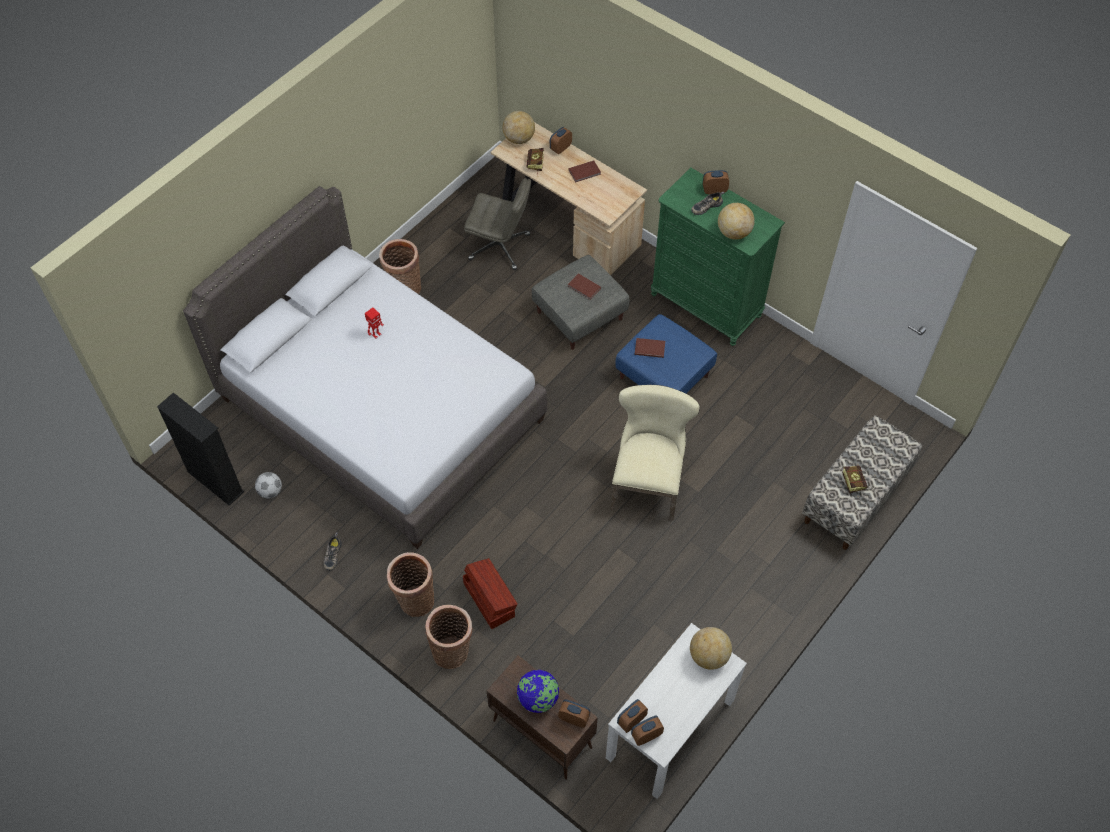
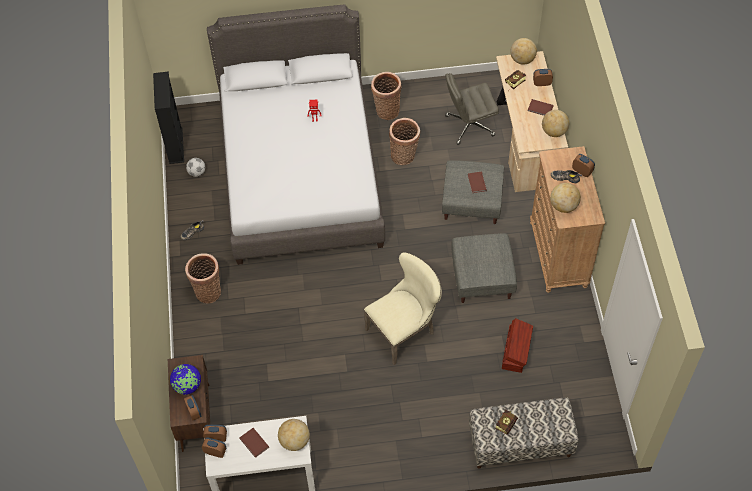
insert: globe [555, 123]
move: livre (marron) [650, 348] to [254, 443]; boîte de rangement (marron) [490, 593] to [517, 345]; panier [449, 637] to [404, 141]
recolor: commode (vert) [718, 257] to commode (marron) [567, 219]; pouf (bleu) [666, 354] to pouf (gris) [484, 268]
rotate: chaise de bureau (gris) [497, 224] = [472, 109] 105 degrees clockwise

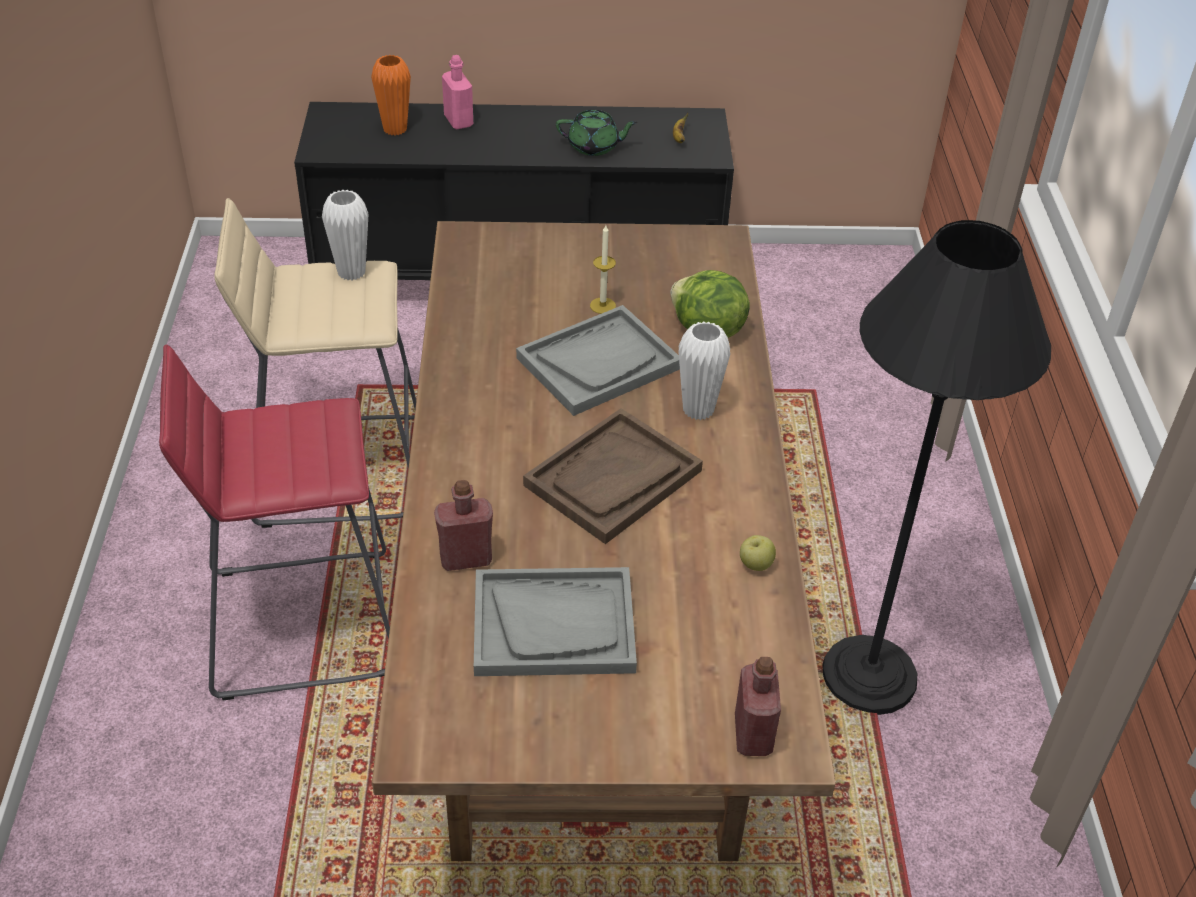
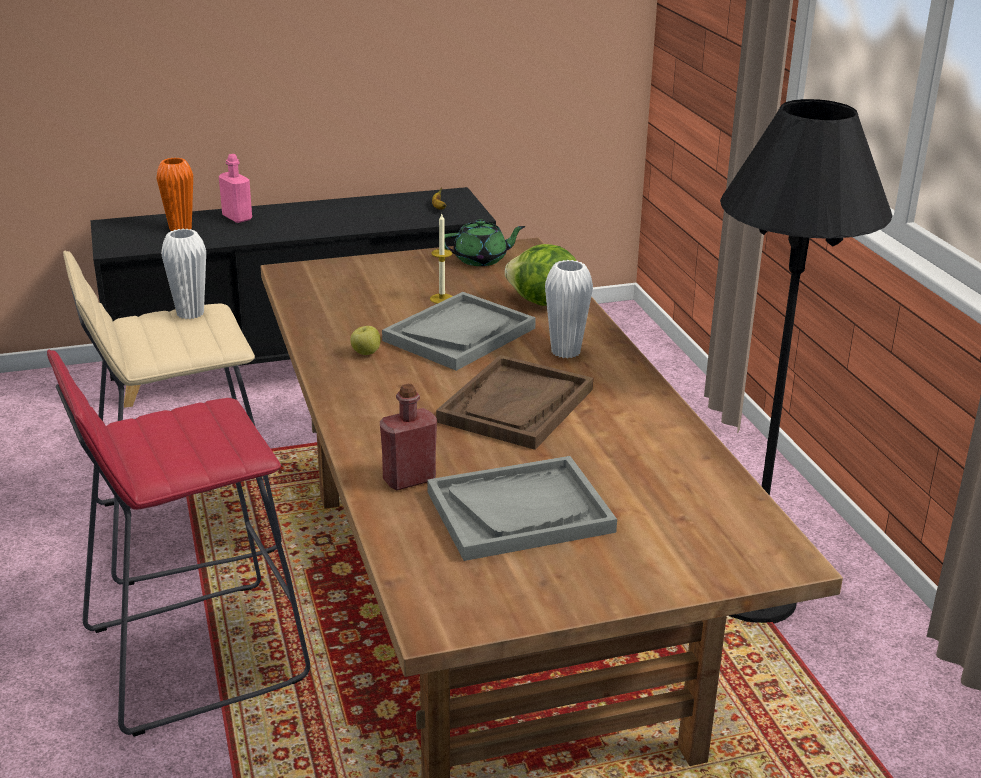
delete: bouteille (rouge) [758, 706]
move: théière (vert) [597, 133] to [484, 242]; pomme [758, 553] to [365, 340]

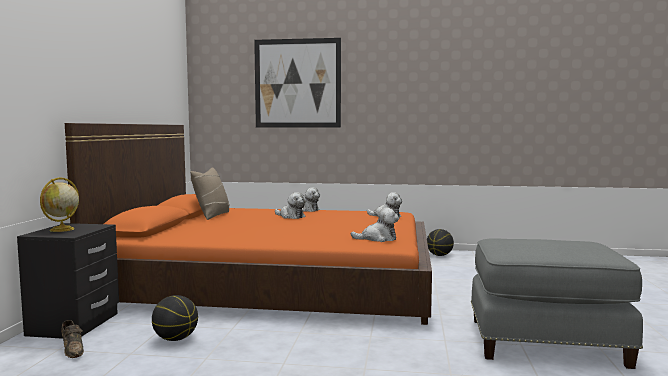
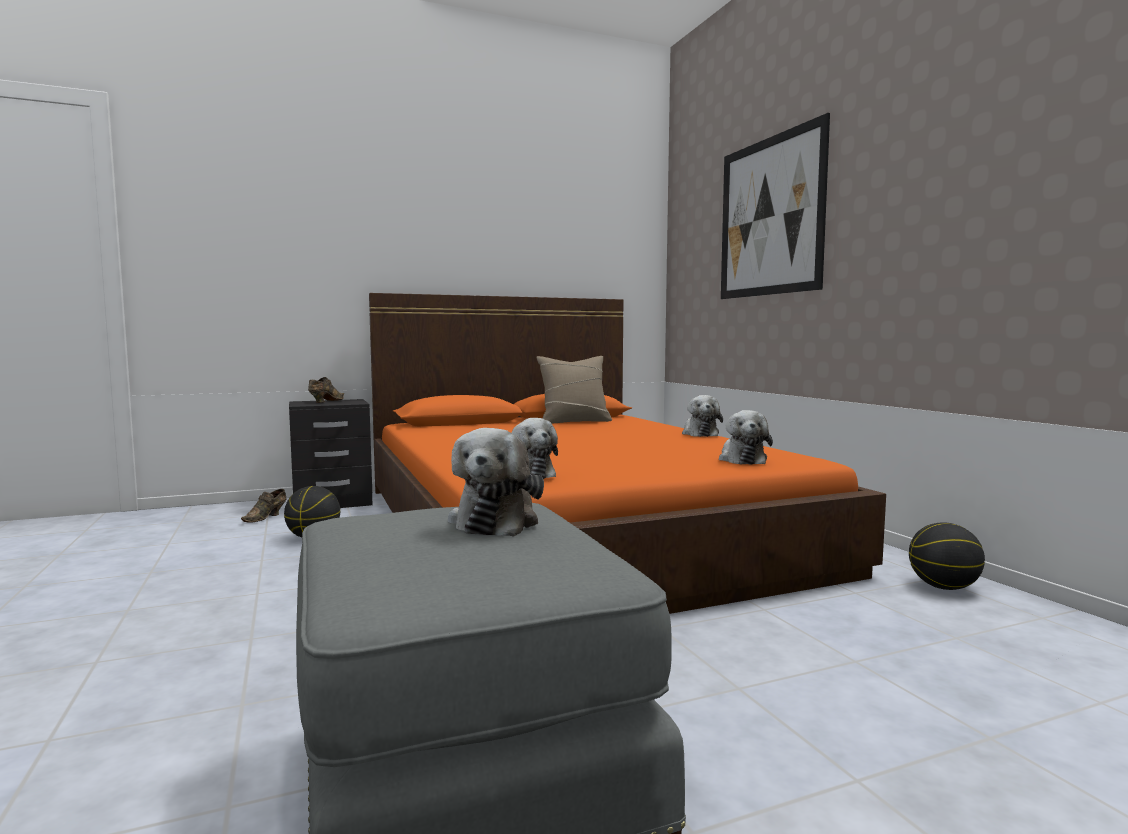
move: peluche [290, 205] to [496, 482]
replace: globe [59, 204] to chaussure (marron) [326, 390]

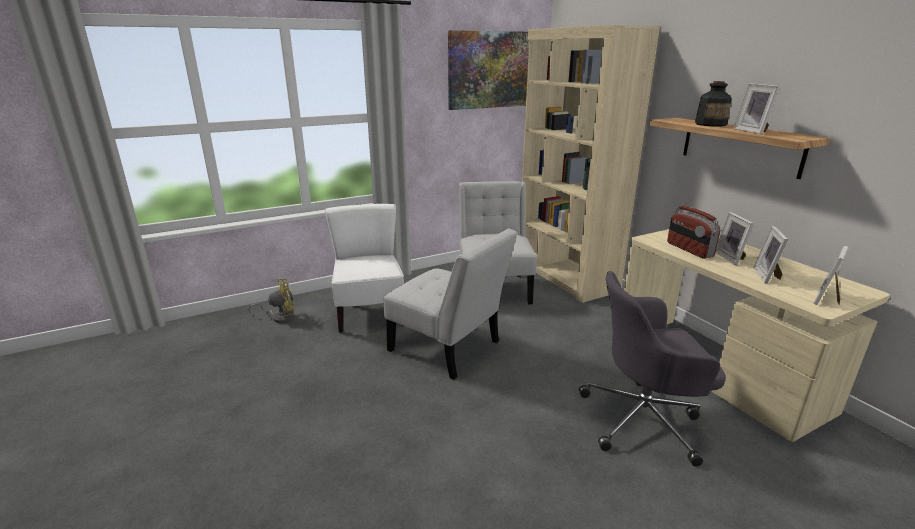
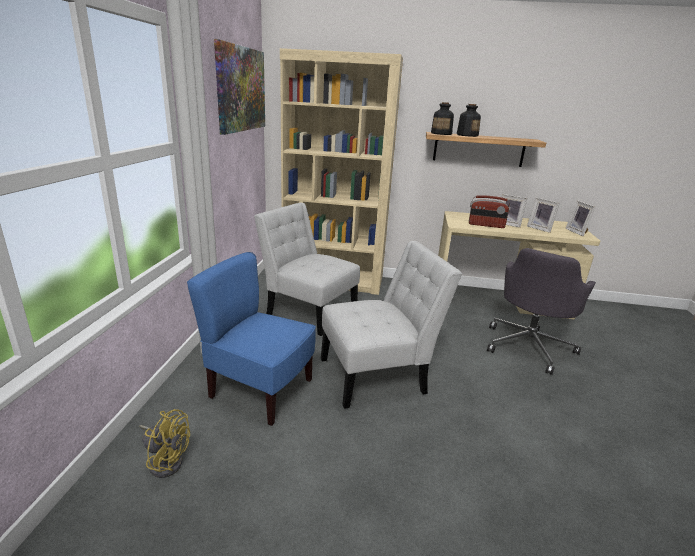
delete: cadre photo [756, 109]
insert: bouteille [442, 118]
recolor: chaise (blanc) [364, 268] to chaise (bleu) [251, 339]
rotate: ventilateur (jaune) [271, 300] = [164, 443] 90 degrees clockwise

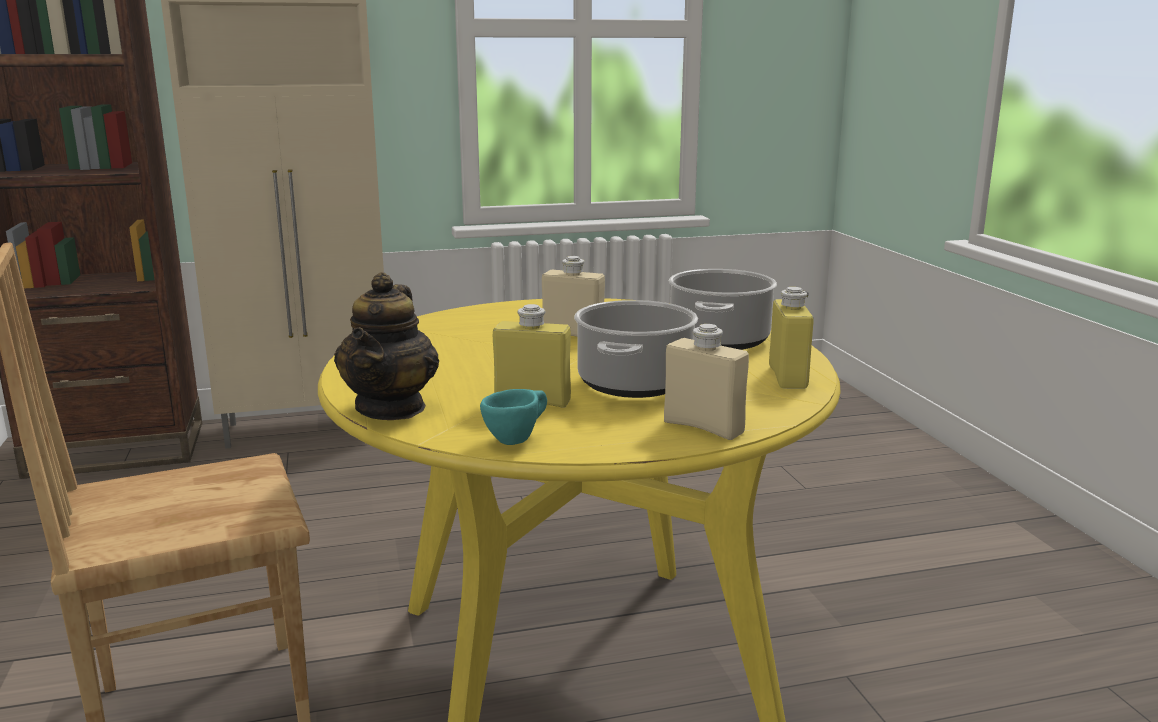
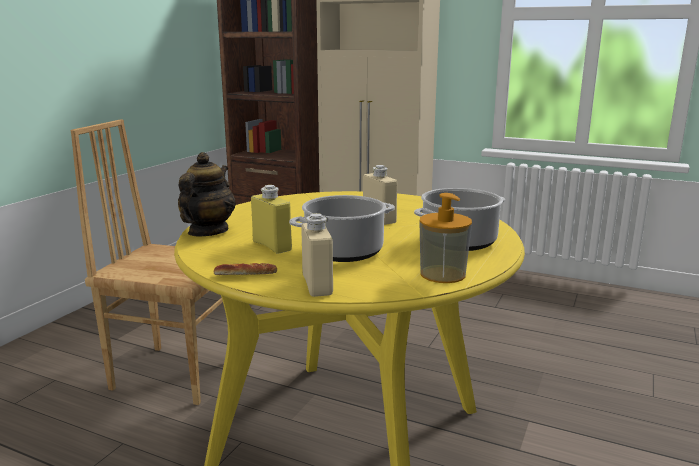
delete: tasse (turquoise) [513, 417]
insert: pain [245, 269]
replace: bouteille (jaune) [791, 338] to distributeur de savon [445, 238]
rotate: théière [386, 346] = [207, 194] 150 degrees clockwise

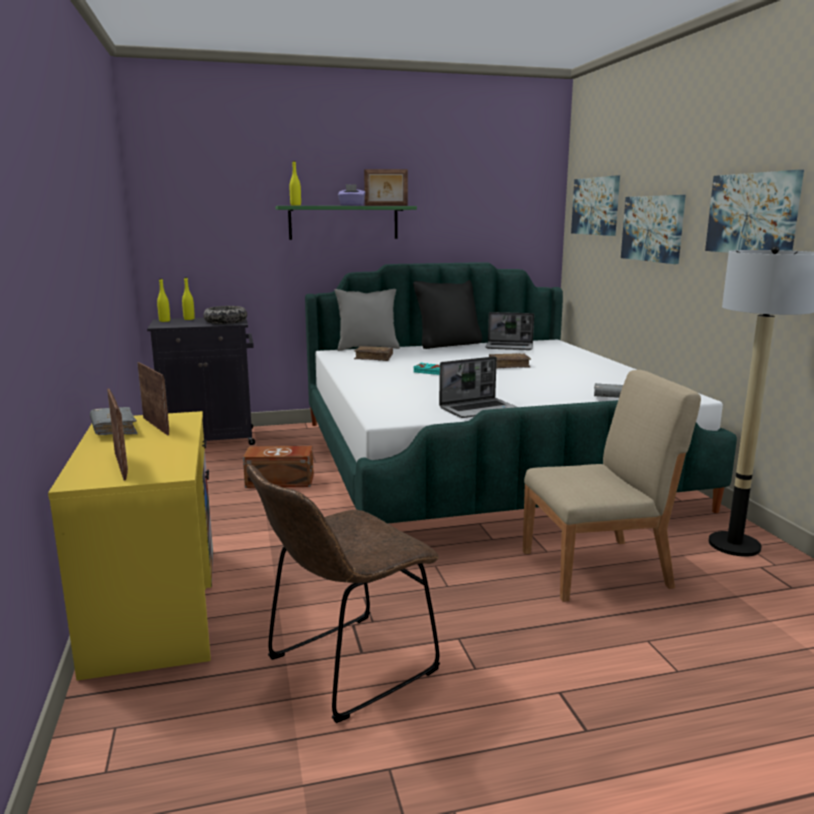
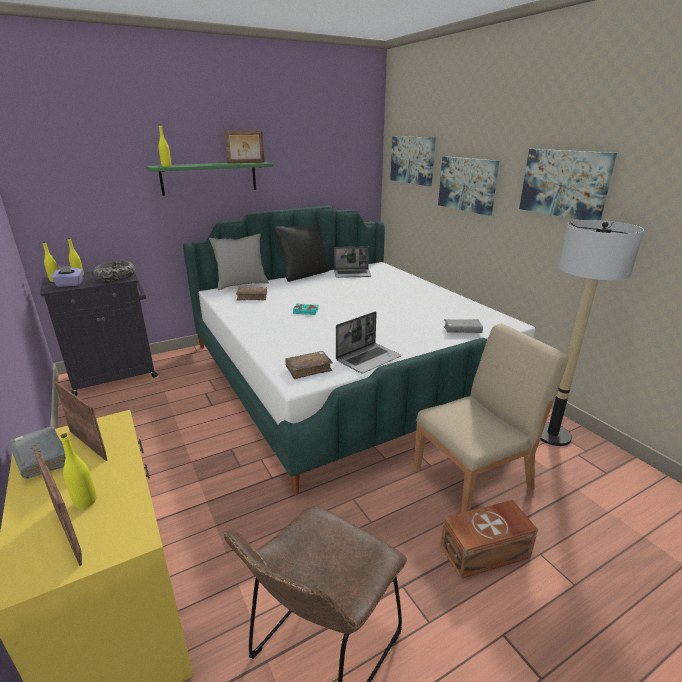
insert: bouteille (jaune) [78, 471]
move: boîte à mouchoirs (violet) [351, 195] to [67, 276]; livre (marron) [510, 360] to [309, 365]; boîte de rangement (marron) [278, 467] to [489, 539]

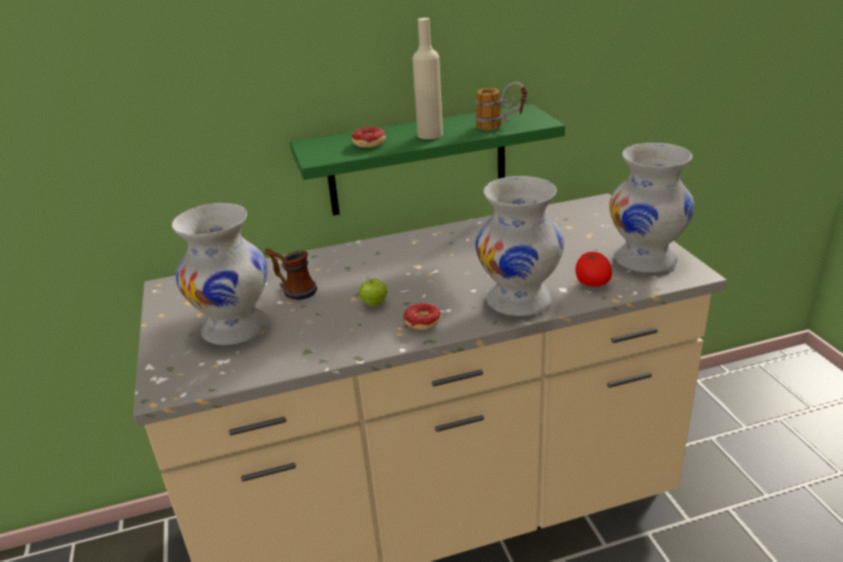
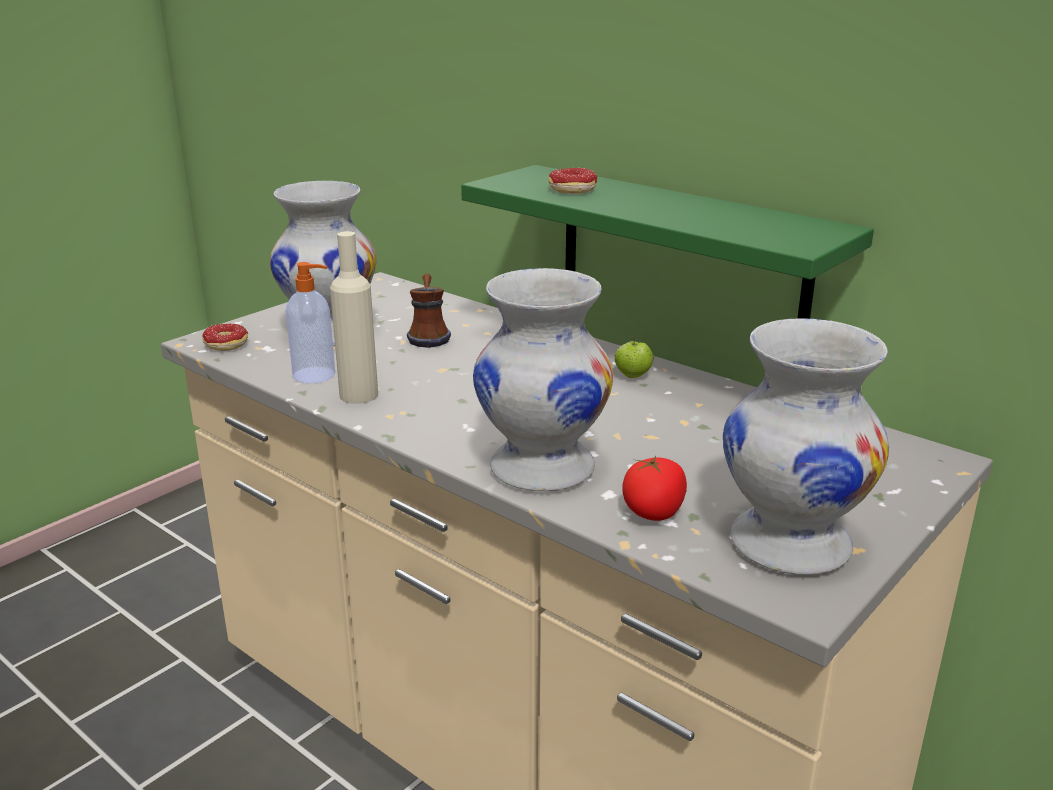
delete: mug [501, 106]
insert: distributeur de savon [310, 322]
move: bouteille (beige) [427, 78] to [354, 317]; pomme [373, 291] to [634, 356]; beignet [422, 316] to [225, 337]

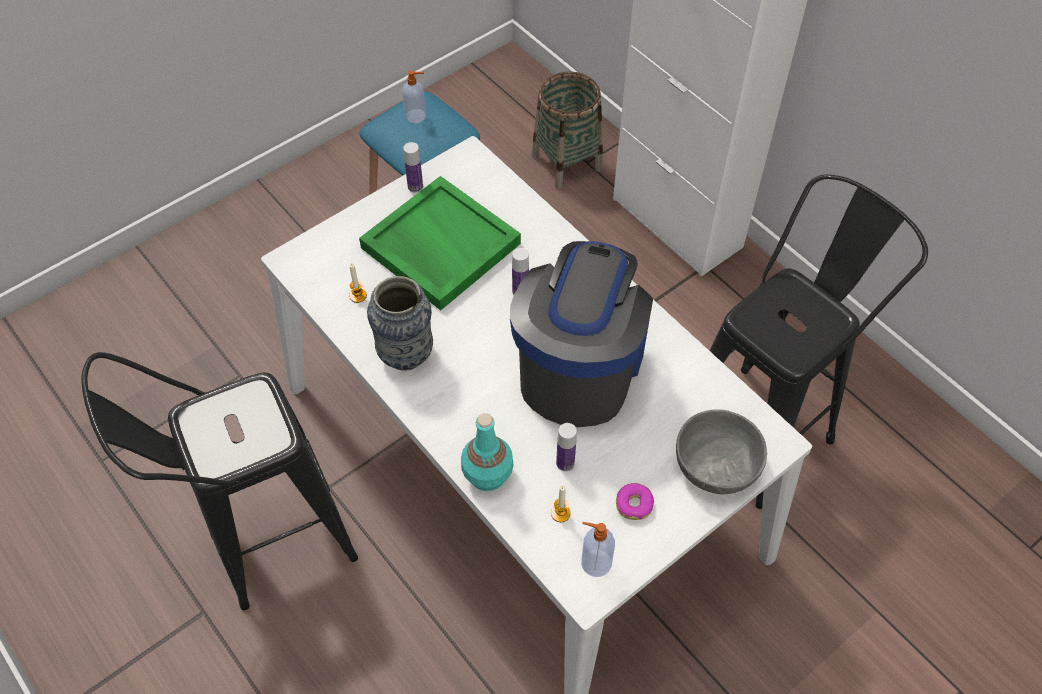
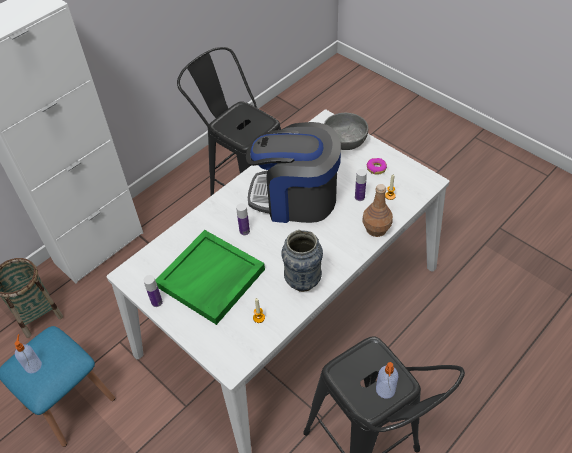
move: distributeur de savon [598, 549] to [387, 380]
recolor: bouteille (turquoise) [487, 452] to bouteille (marron) [378, 210]

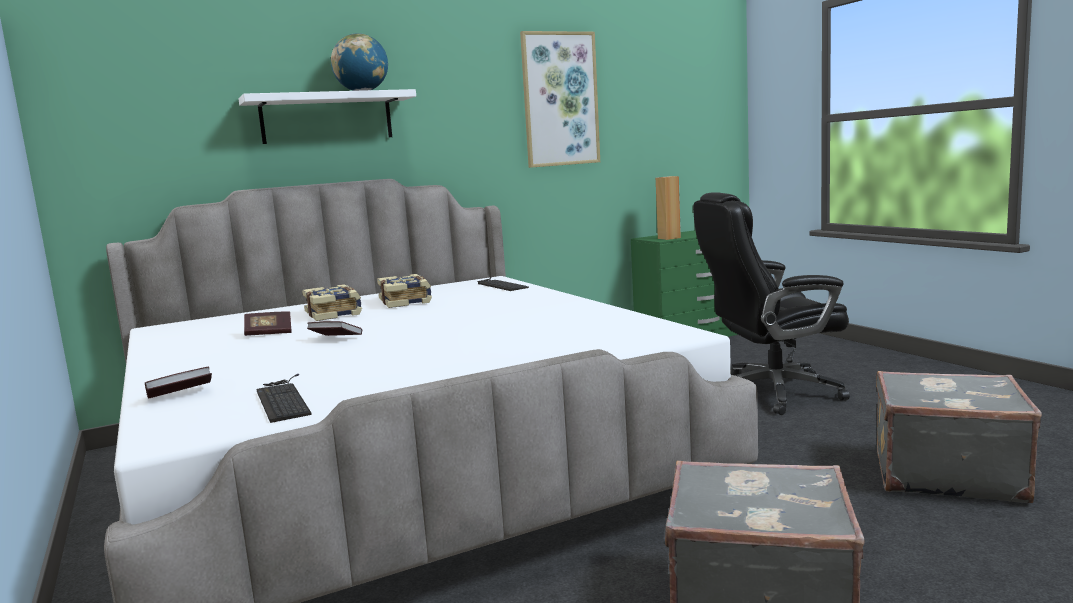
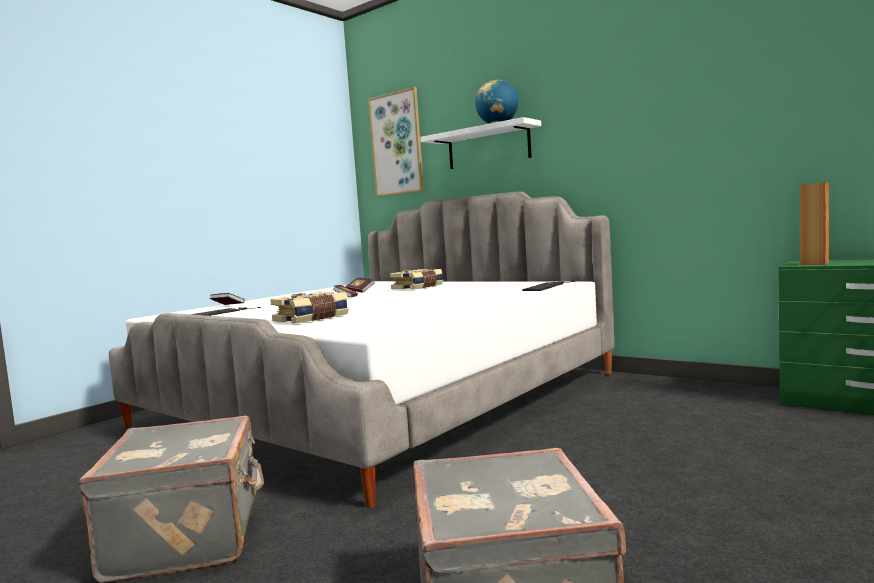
delete: chaise de bureau (noir) [771, 303]
move: tableau [560, 99] to [396, 142]; livre [404, 291] to [309, 307]

